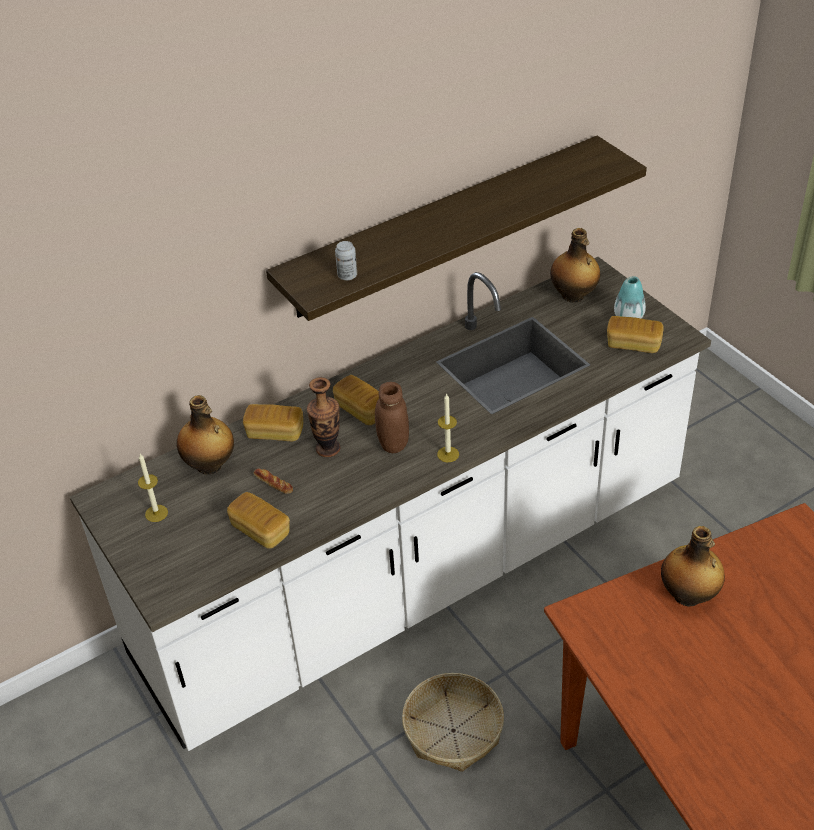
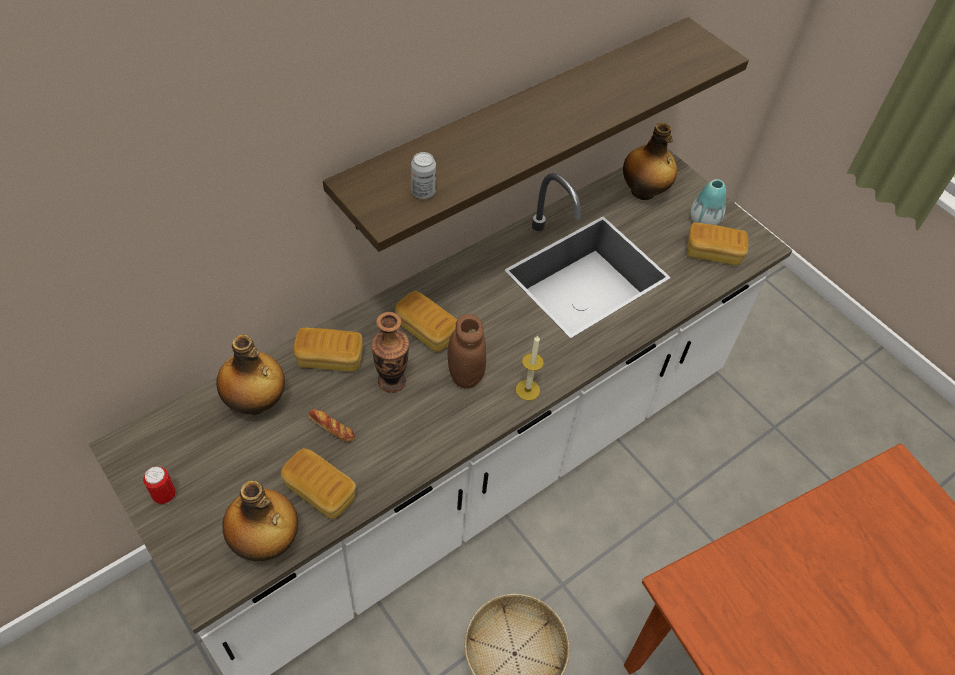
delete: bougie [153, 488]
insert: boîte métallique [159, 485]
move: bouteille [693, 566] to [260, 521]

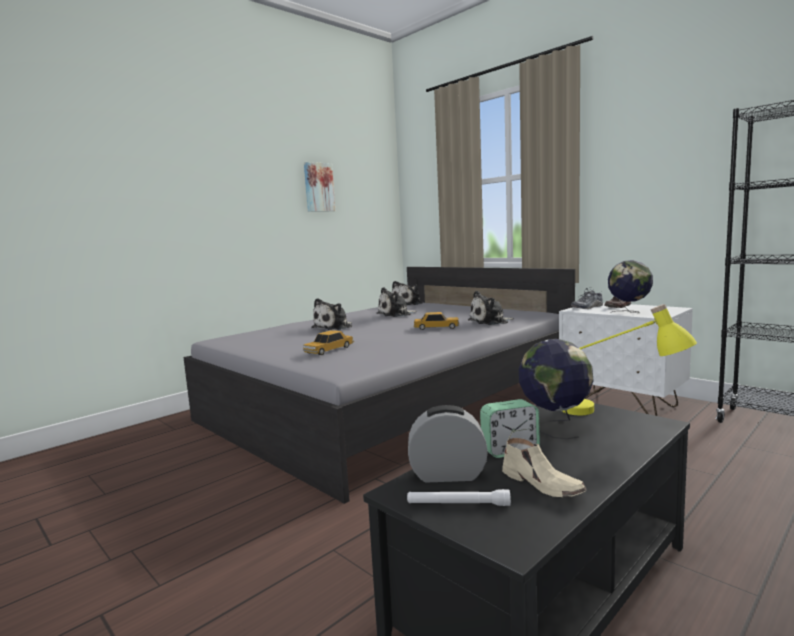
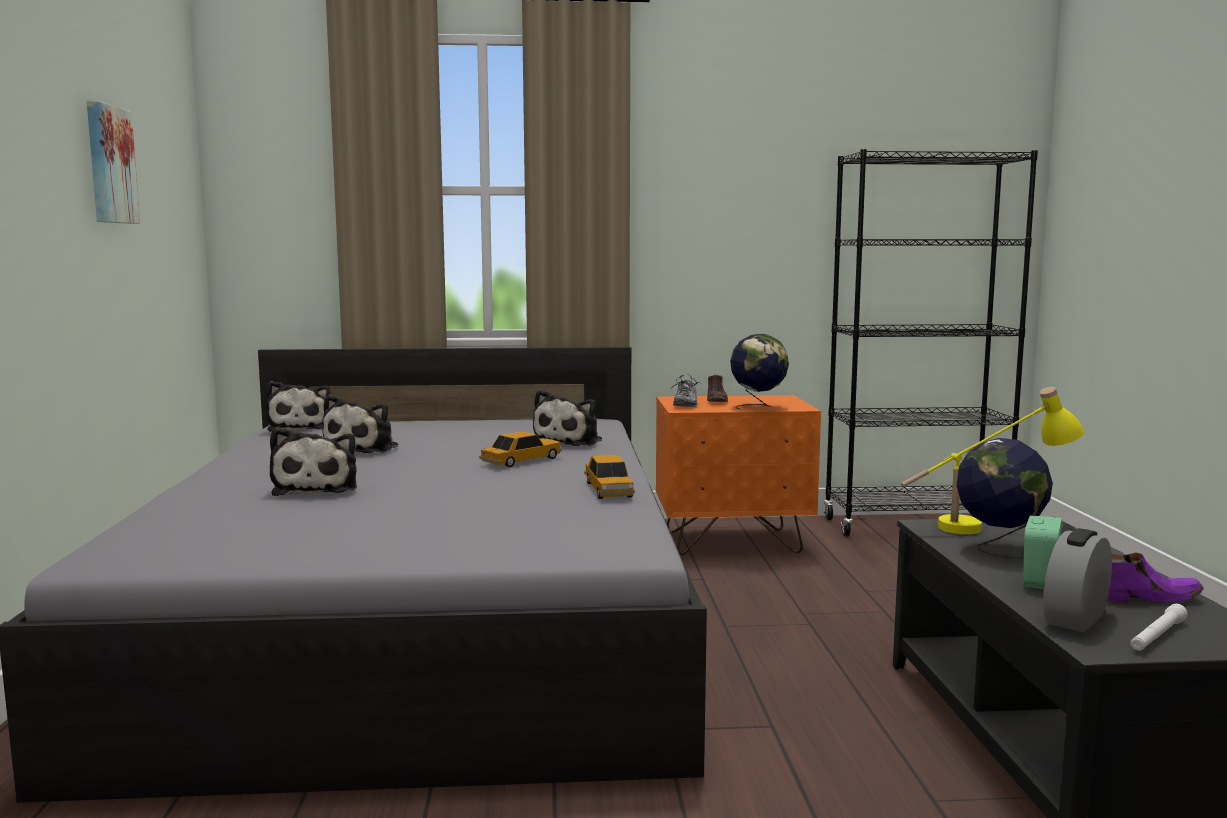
move: petite voiture [328, 342] to [609, 477]
recolor: table de chevet (blanc) [626, 359] to table de chevet (orange) [738, 475]; chaussure (beige) [544, 467] to chaussure (violet) [1155, 577]

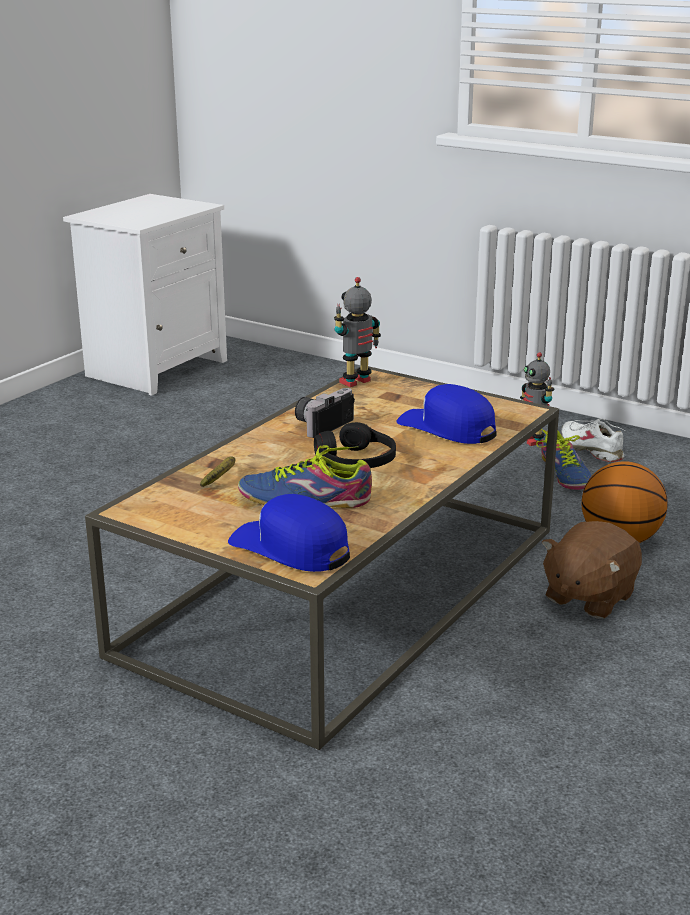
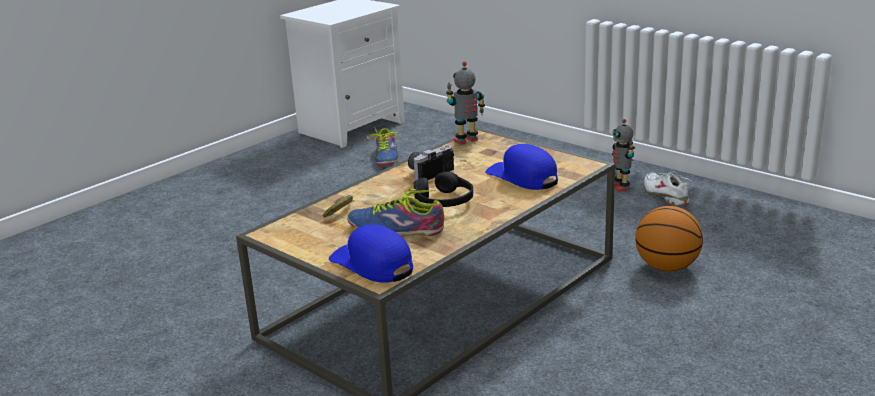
delete: peluche (marron) [592, 570]
move: chaussure [563, 459] to [383, 146]

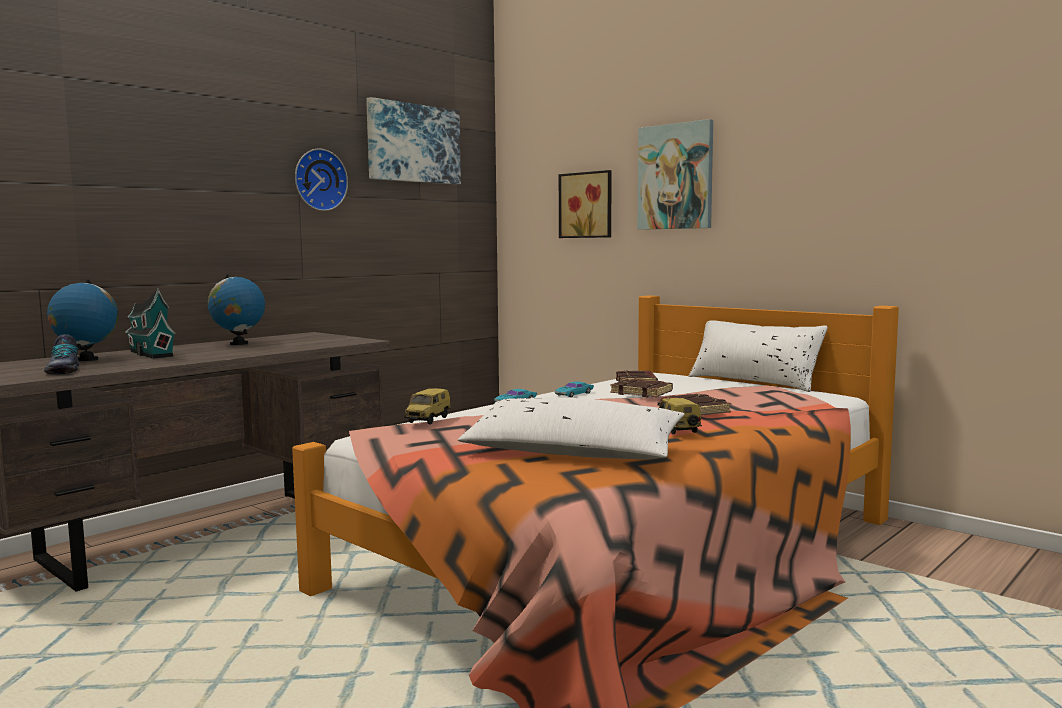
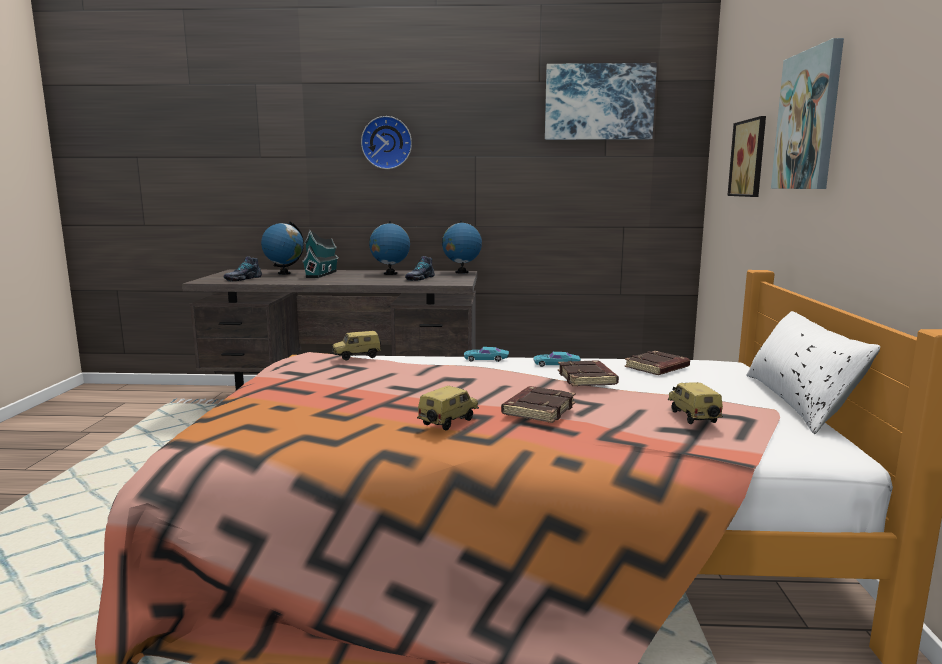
delete: coussin (blanc) [571, 428]
insert: globe [462, 247]; chaussure [420, 268]; petite voiture [695, 403]
move: horloge murale [321, 180] to [386, 142]

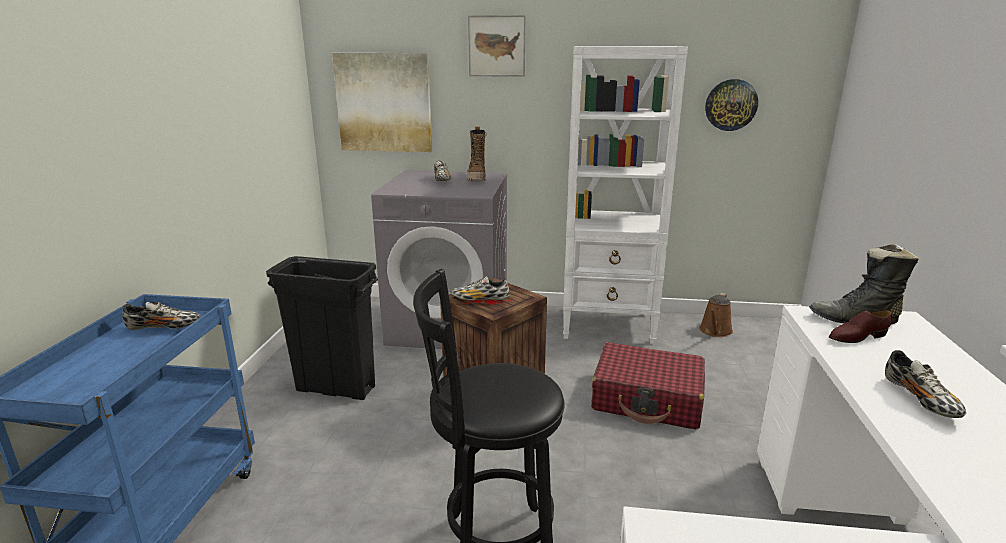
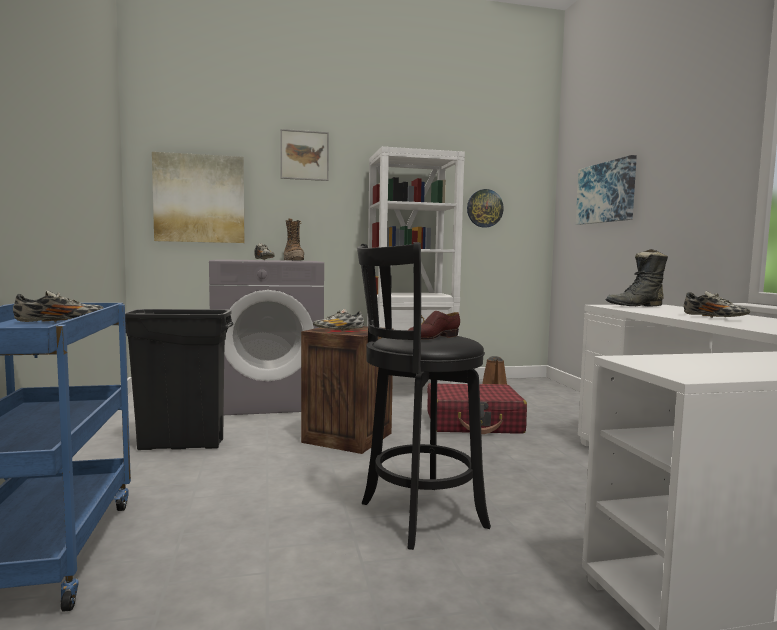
insert: tableau [606, 190]
move: chaussure (marron) [860, 326] to [434, 325]

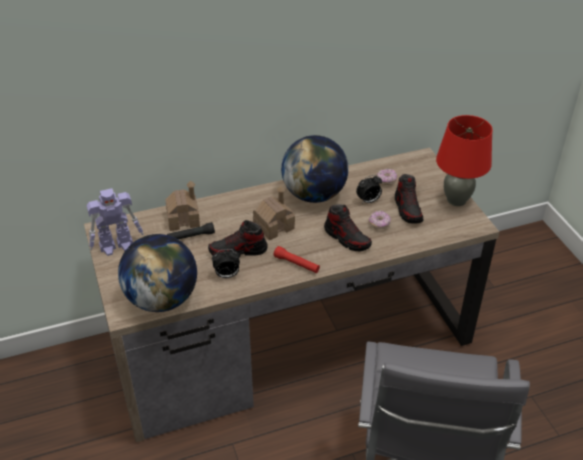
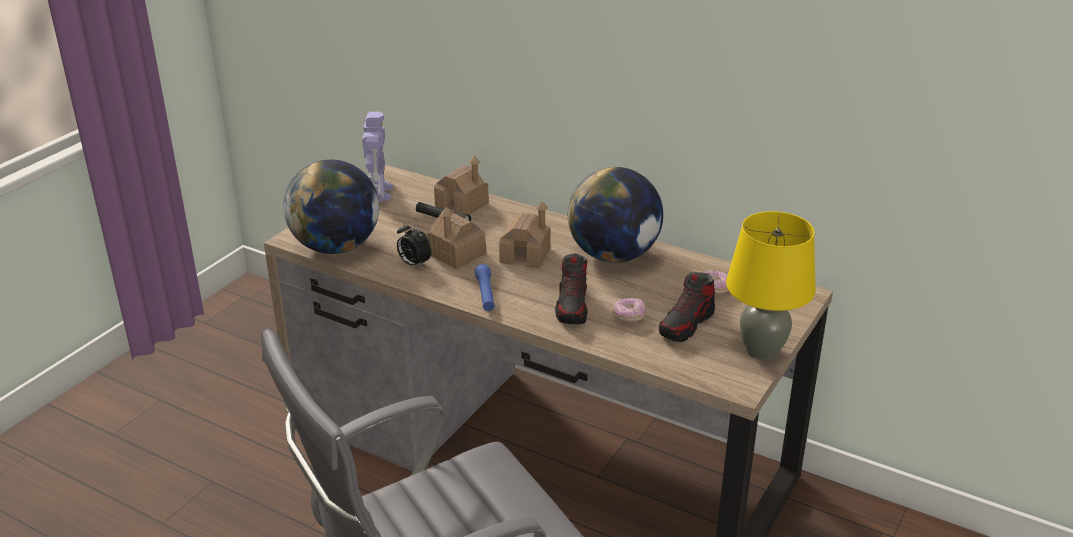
delete: réveil [369, 189]
replace: chaussure [238, 238] to maison miniature [456, 238]
recolor: lampe de table (rouge) [464, 160] to lampe de table (jaune) [771, 285]; lampe de poche (rouge) [296, 259] to lampe de poche (bleu) [485, 287]
rotate: robot jouet [115, 222] = [377, 157] 120 degrees counterclockwise

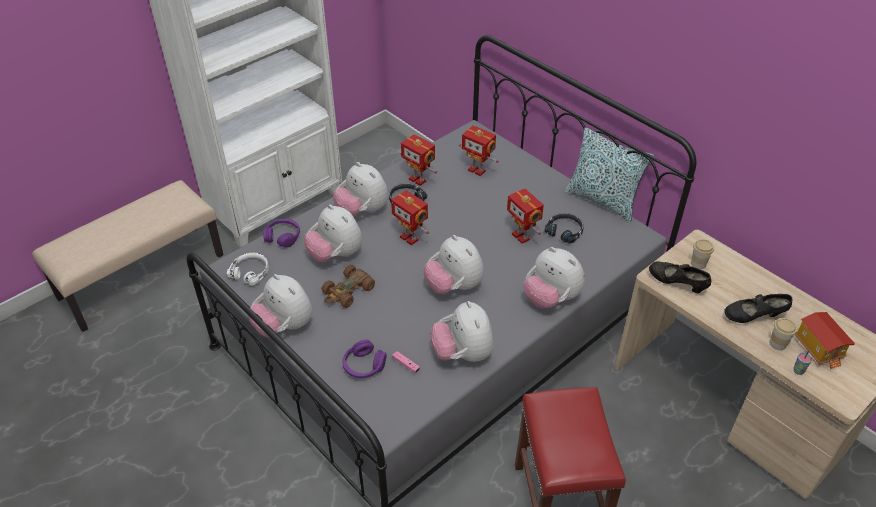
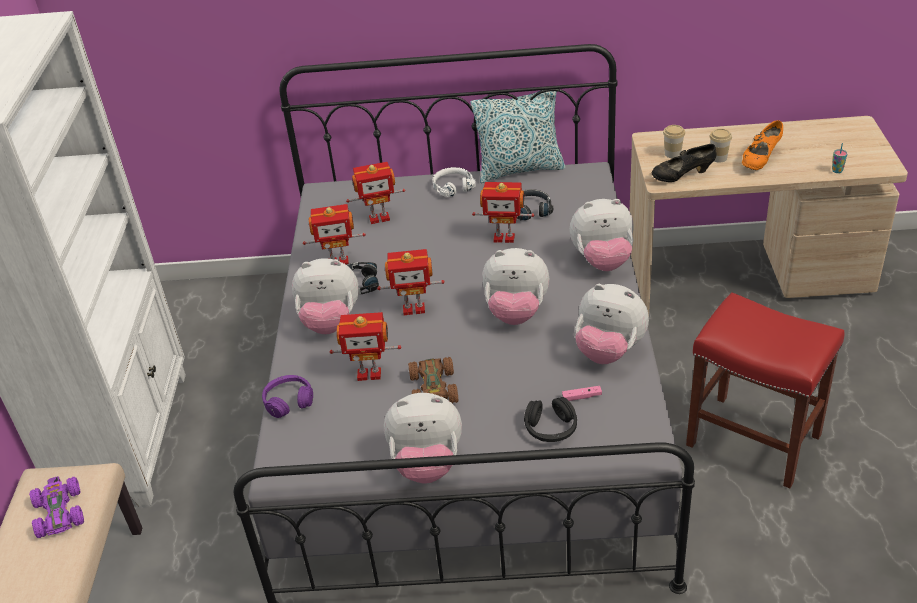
delete: maison miniature [825, 340]
insert: petite voiture (violet) [56, 507]
move: casque audio (blanc) [248, 269] to [454, 182]; tasse [783, 334] to [720, 145]
replace: peluche [333, 233] to robot jouet [365, 346]
recolor: chaussure (noir) [758, 308] to chaussure (orange) [762, 145]; casque audio (violet) [364, 359] to casque audio (noir) [550, 419]

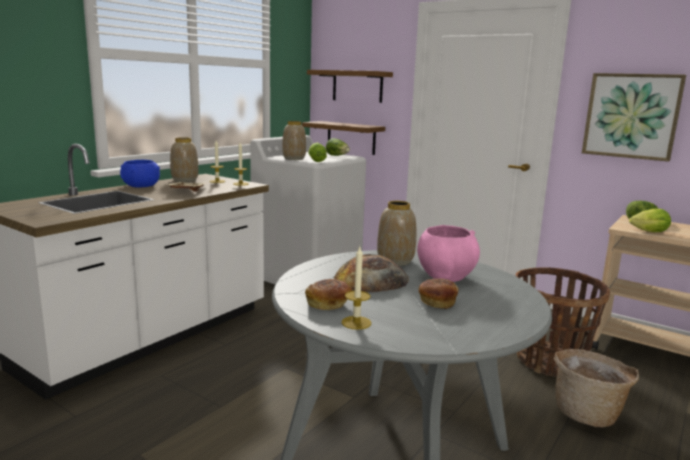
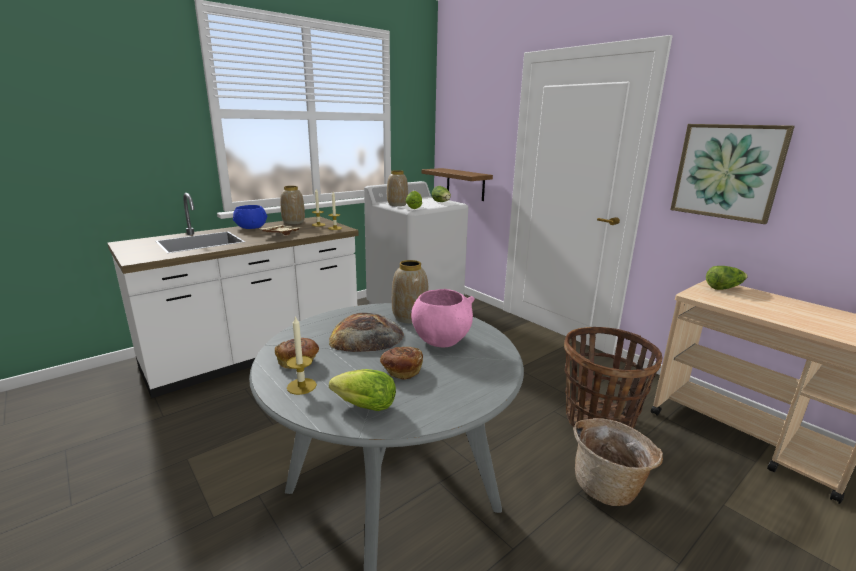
delete: étagère [350, 86]
move: laitue [650, 220] to [362, 390]

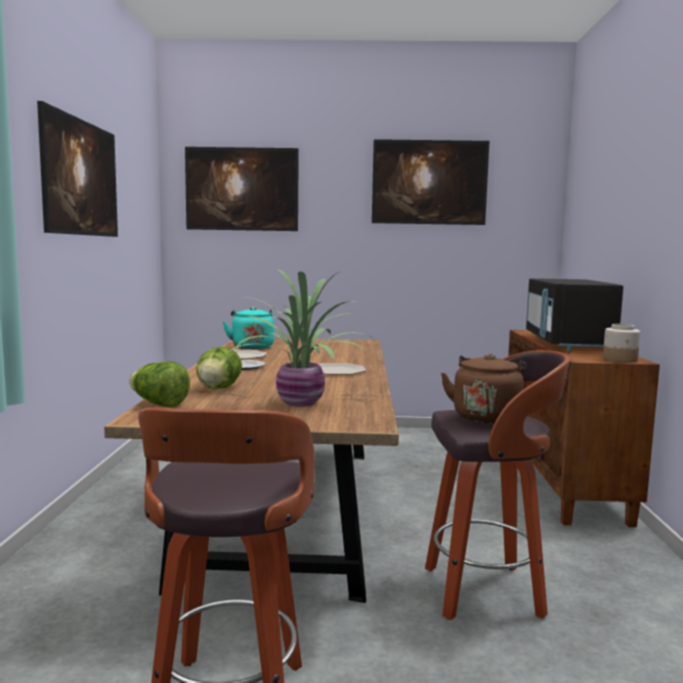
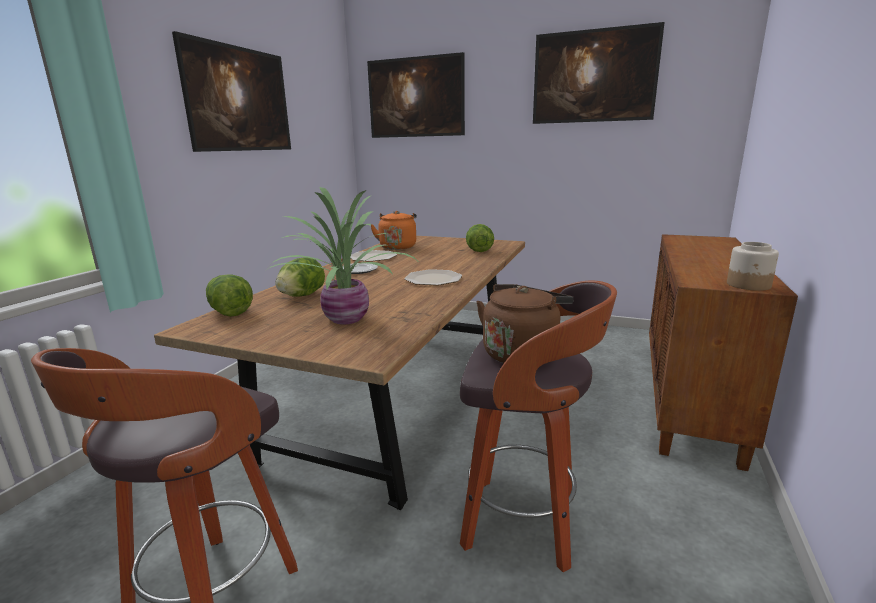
delete: micro-ondes (noir) [574, 314]
insert: laitue [480, 238]
recolor: bouilloire (turquoise) [248, 328] to bouilloire (orange) [394, 230]

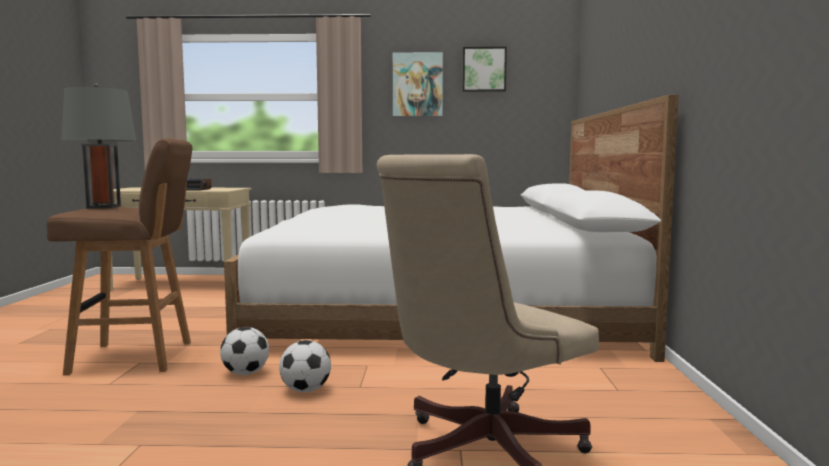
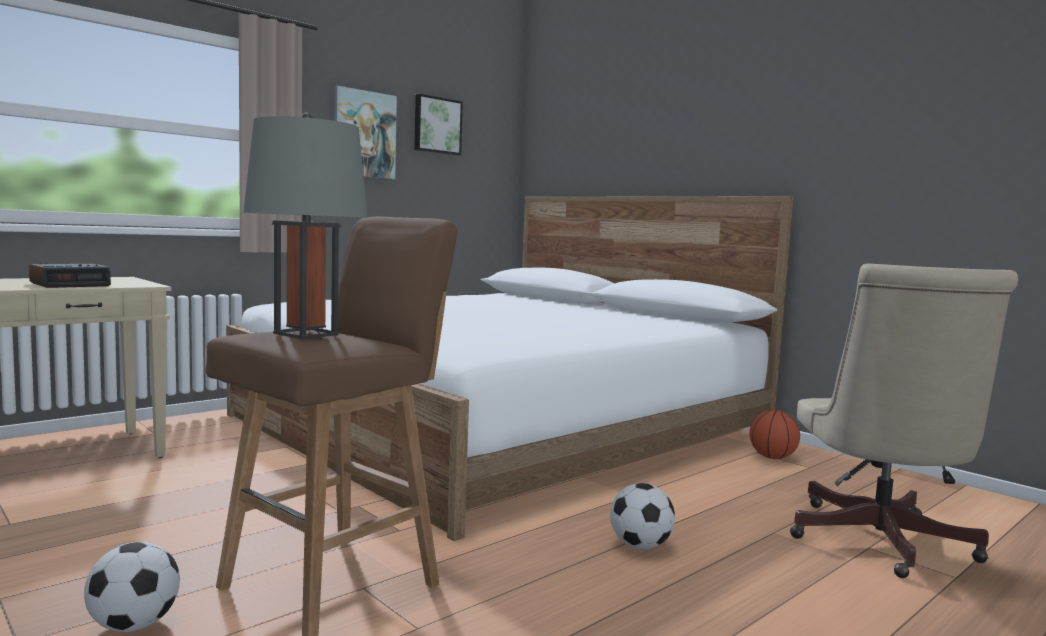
insert: ballon de basket [775, 434]
move: ballon de foot [244, 351] to [132, 587]

